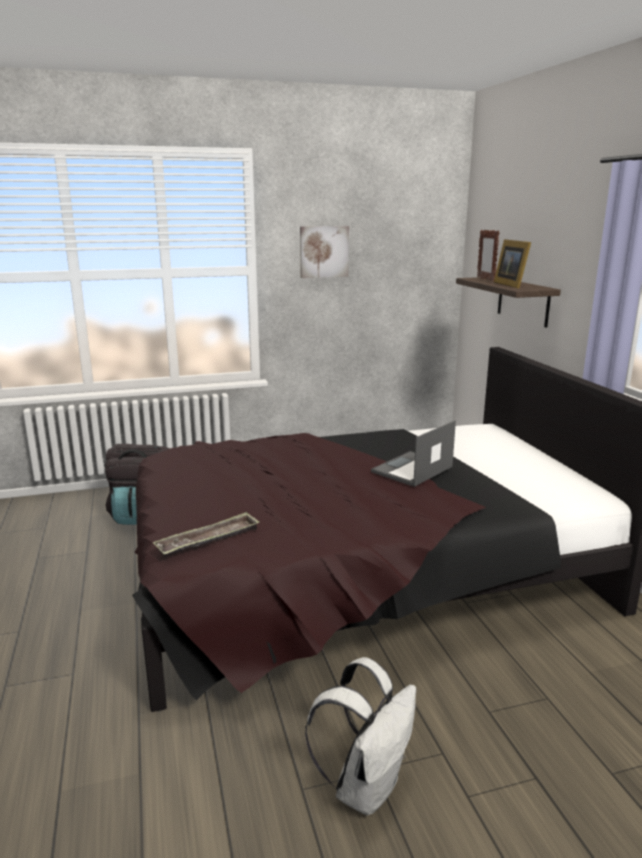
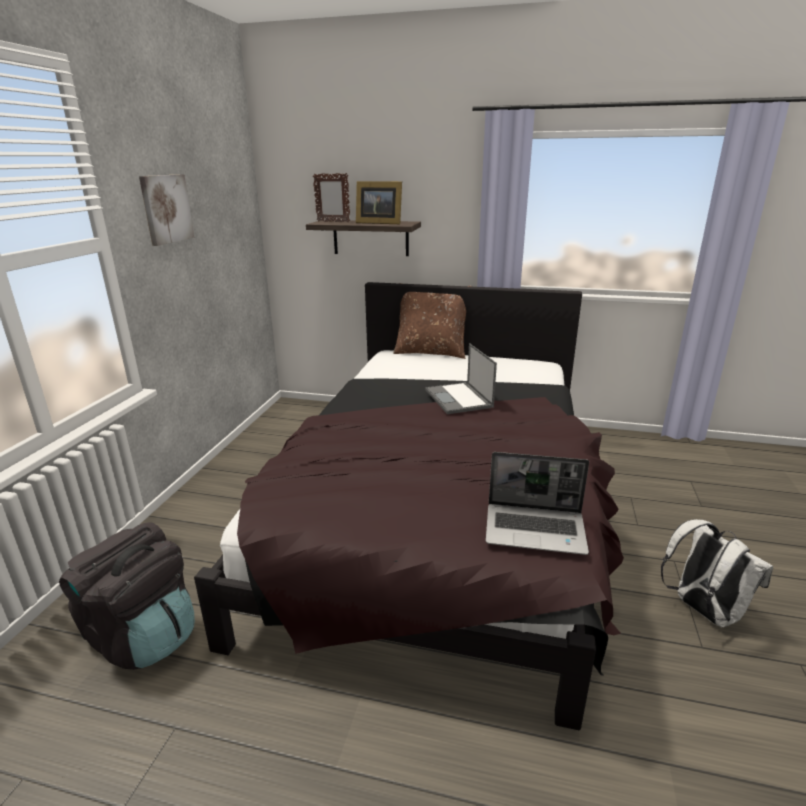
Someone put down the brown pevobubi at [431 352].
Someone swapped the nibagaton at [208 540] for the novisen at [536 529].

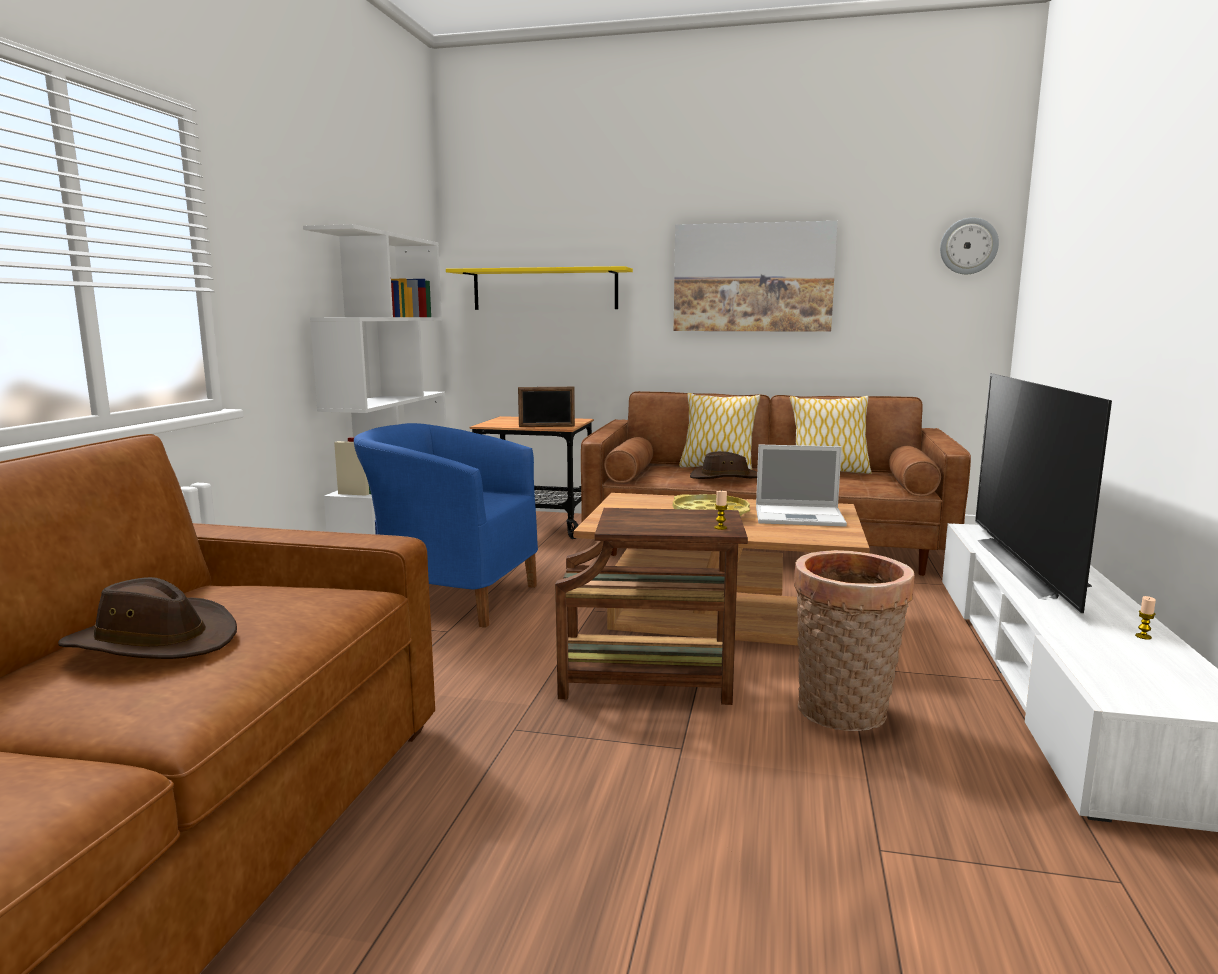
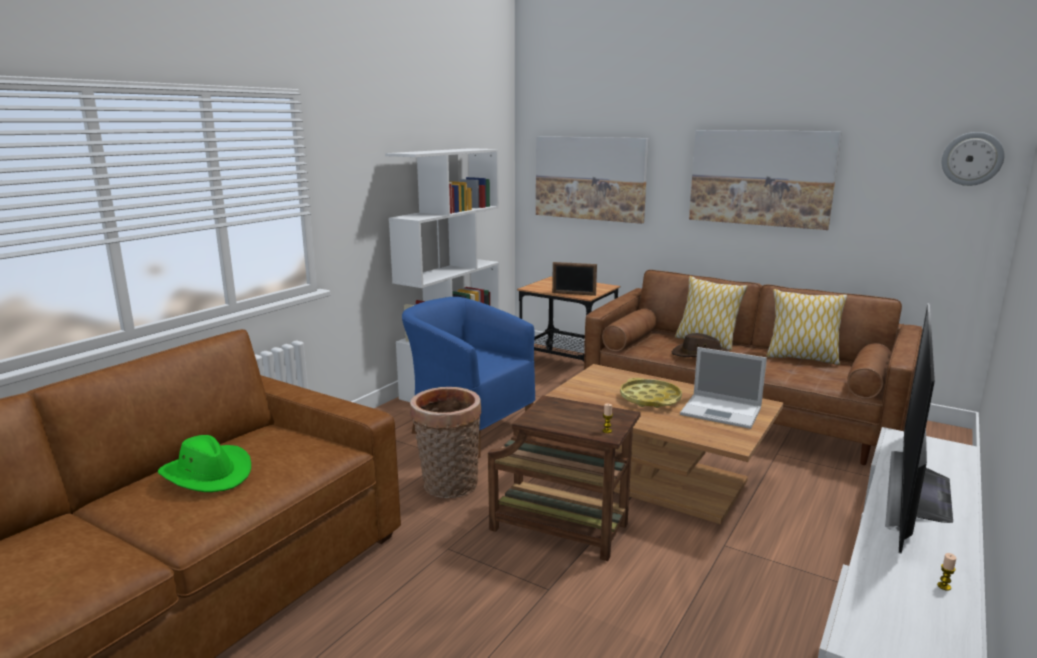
Someone repainted the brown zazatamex at [154 641], which became the green zazatamex at [208 473].
Someone carried the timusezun from [843 714] to [448 487].
Someone swapped the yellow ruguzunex at [545 289] for the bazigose at [590 178].

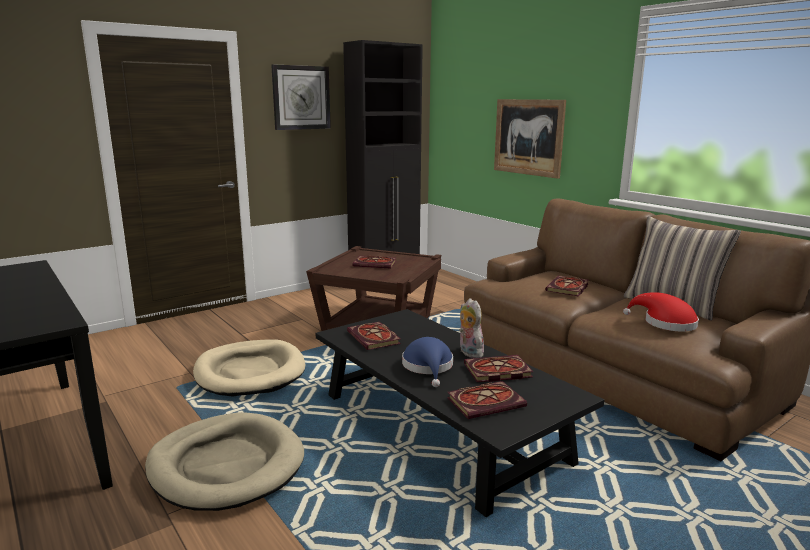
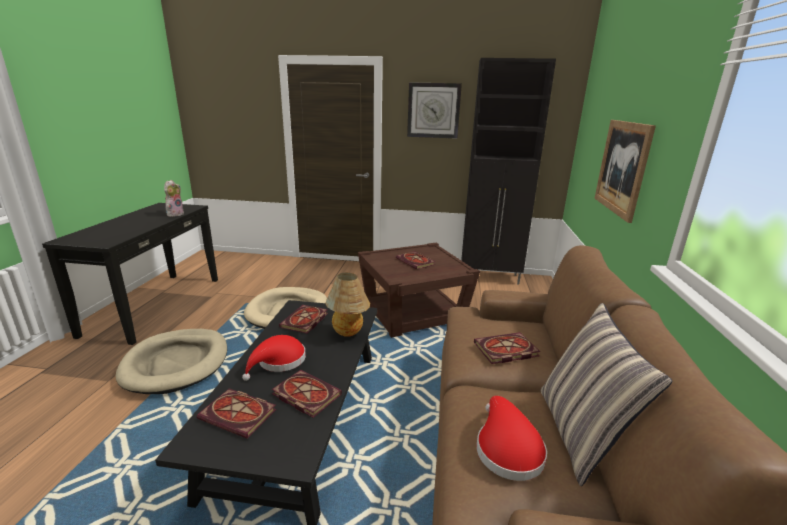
Someone carried the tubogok from [468 352] to [175 214].
Someone repainted the blue zazatamex at [428 367], which became the red zazatamex at [279 362].
Someone put down the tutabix at [348 334].

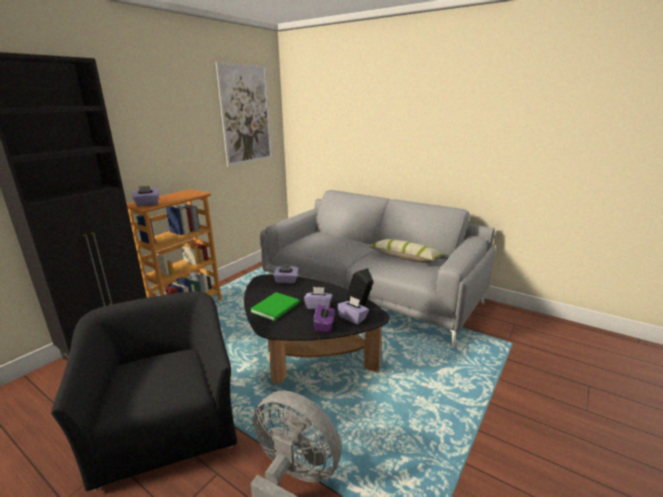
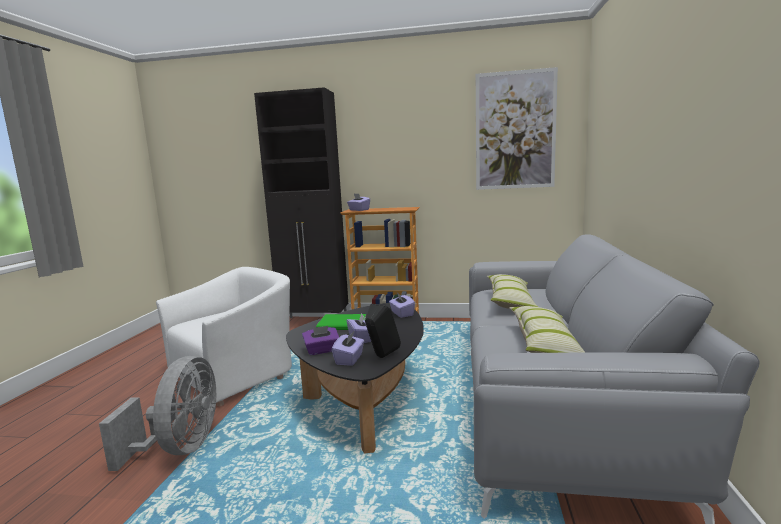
Someone repainted the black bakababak at [167 426], which became the white bakababak at [235 374].
Someone put down the pevobubi at [510 301].

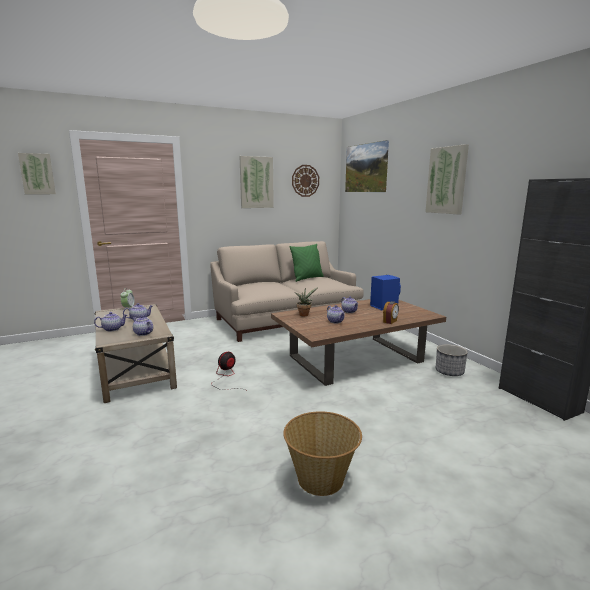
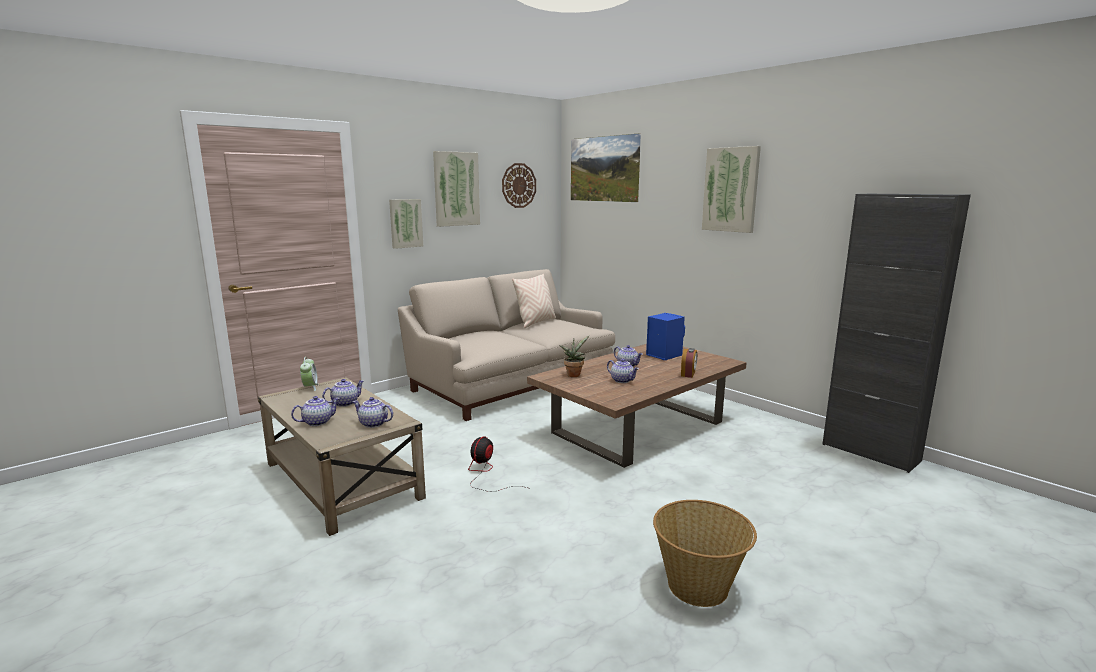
Someone carried the bazigose from [37 174] to [405 223].
Someone repainted the green pevobubi at [307 278], which became the beige pevobubi at [535 322].
Someone took away the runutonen at [449 372].

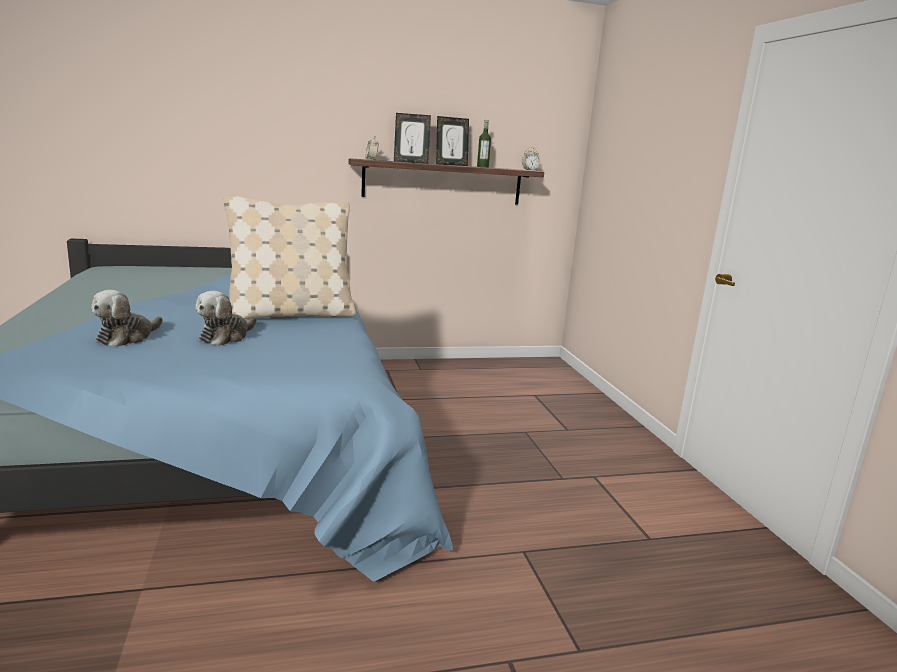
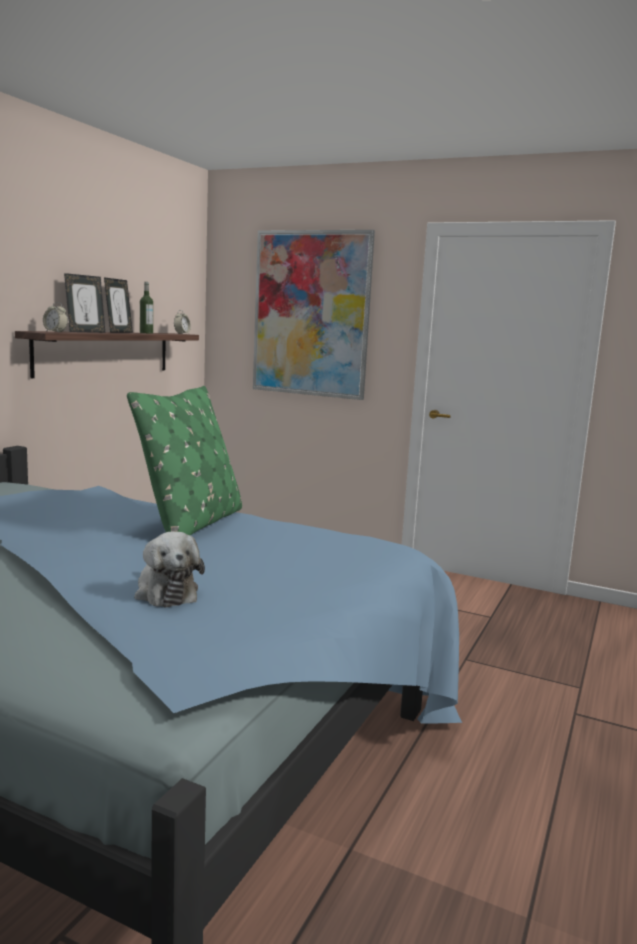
Someone repainted the beige pevobubi at [291 314], which became the green pevobubi at [192 523].
Someone put up the bazigose at [311 314].
Someone took away the tubogok at [226 337].

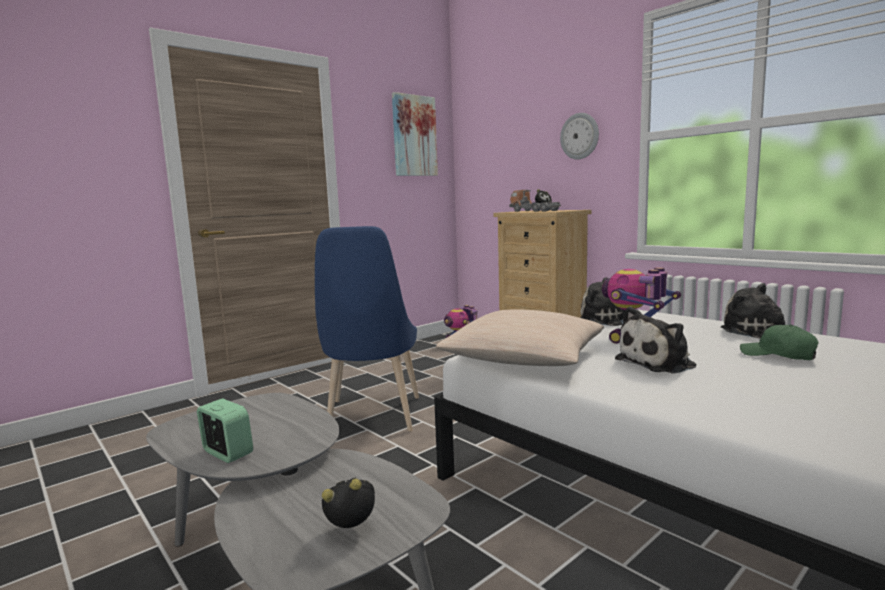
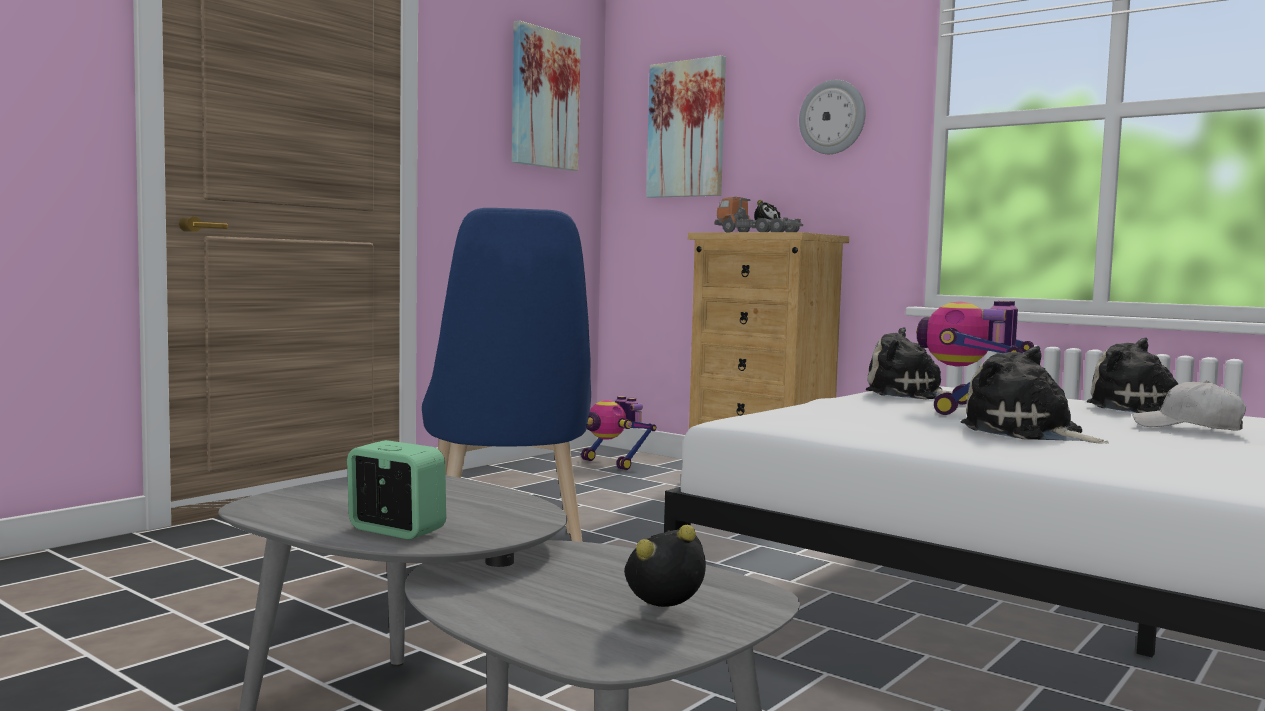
Someone put up the bazigose at [687 129].
Someone rotated the tubogok at [659 363] by 90 degrees clockwise.
Someone repainted the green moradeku at [778 355], which became the white moradeku at [1188 427].
Someone took away the beige pevobubi at [524 358].

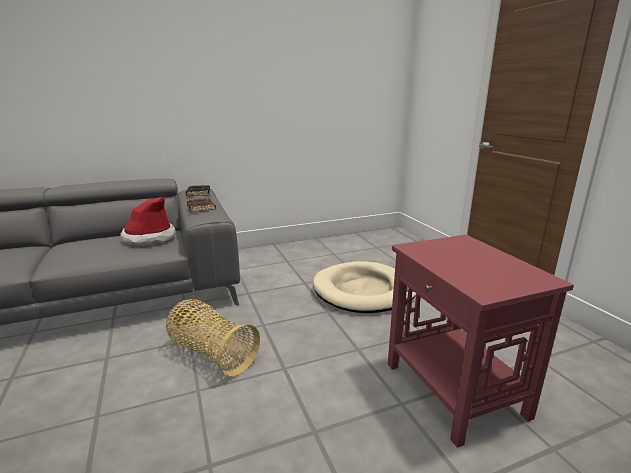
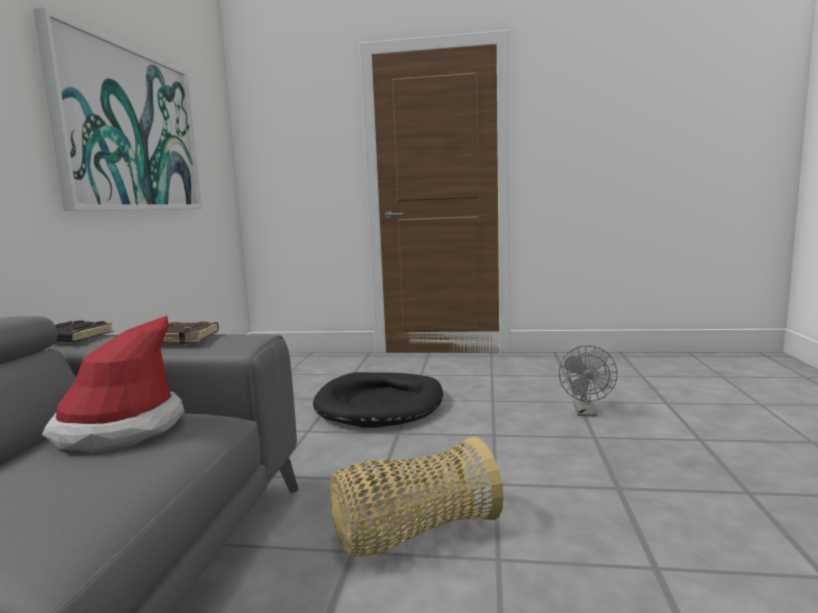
Someone put up the bazigose at [130 130].
Someone repainted the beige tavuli at [364 291], which became the black tavuli at [380 404].
Someone swapped the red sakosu at [453 389] for the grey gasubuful at [586 413].

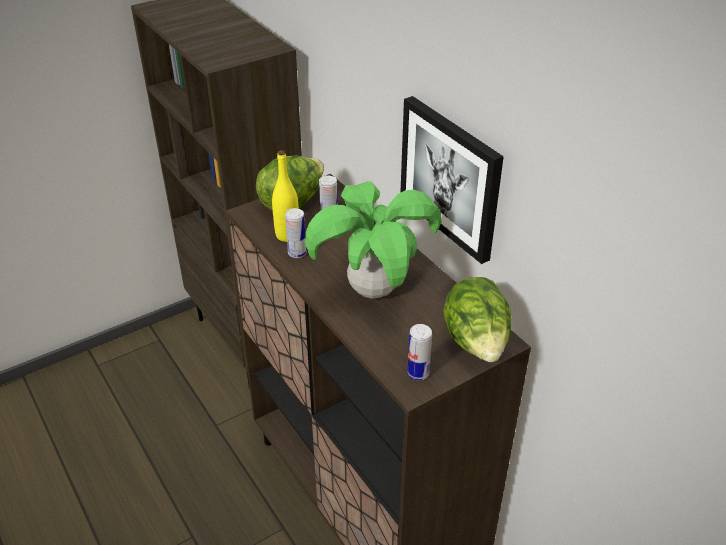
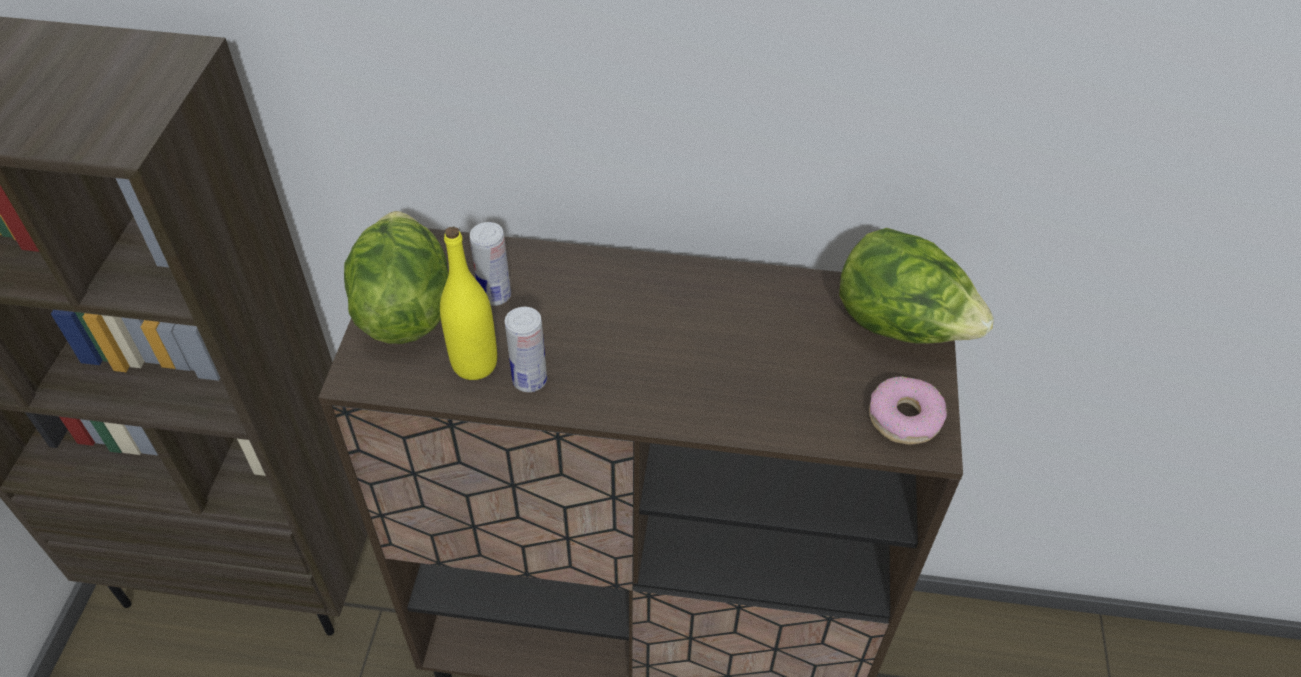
Someone swapped the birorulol at [418 373] for the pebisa at [904 417].
Someone took away the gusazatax at [373 290].
Someone took away the bazigose at [451 177].

